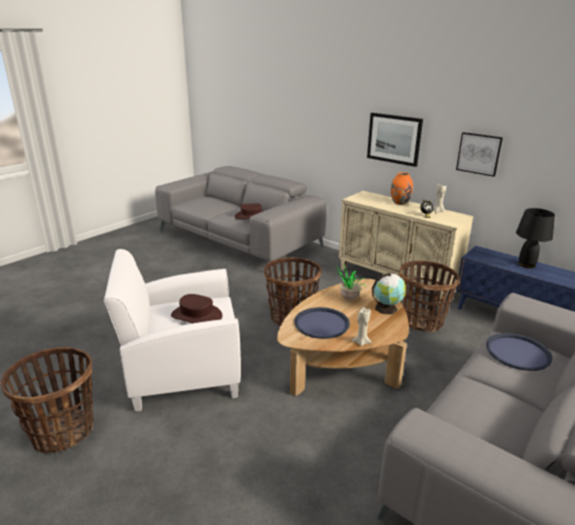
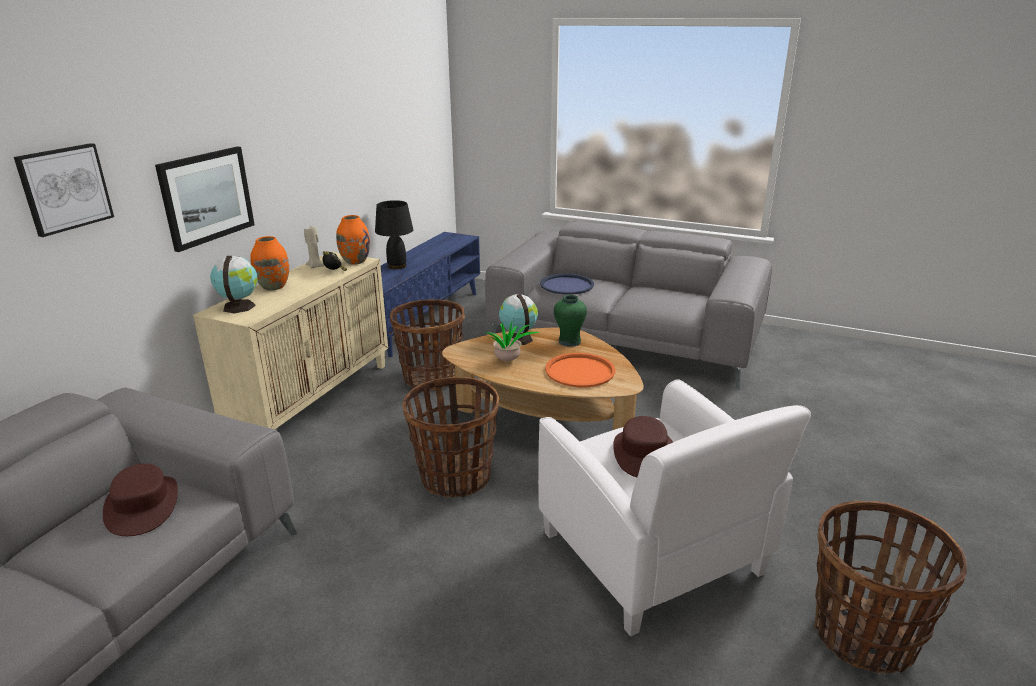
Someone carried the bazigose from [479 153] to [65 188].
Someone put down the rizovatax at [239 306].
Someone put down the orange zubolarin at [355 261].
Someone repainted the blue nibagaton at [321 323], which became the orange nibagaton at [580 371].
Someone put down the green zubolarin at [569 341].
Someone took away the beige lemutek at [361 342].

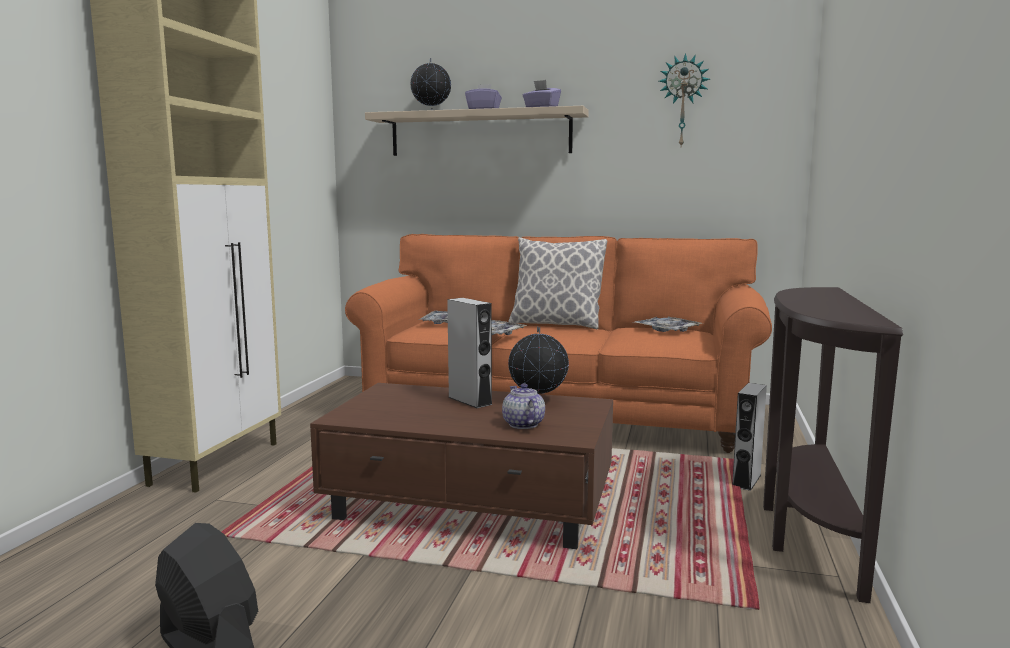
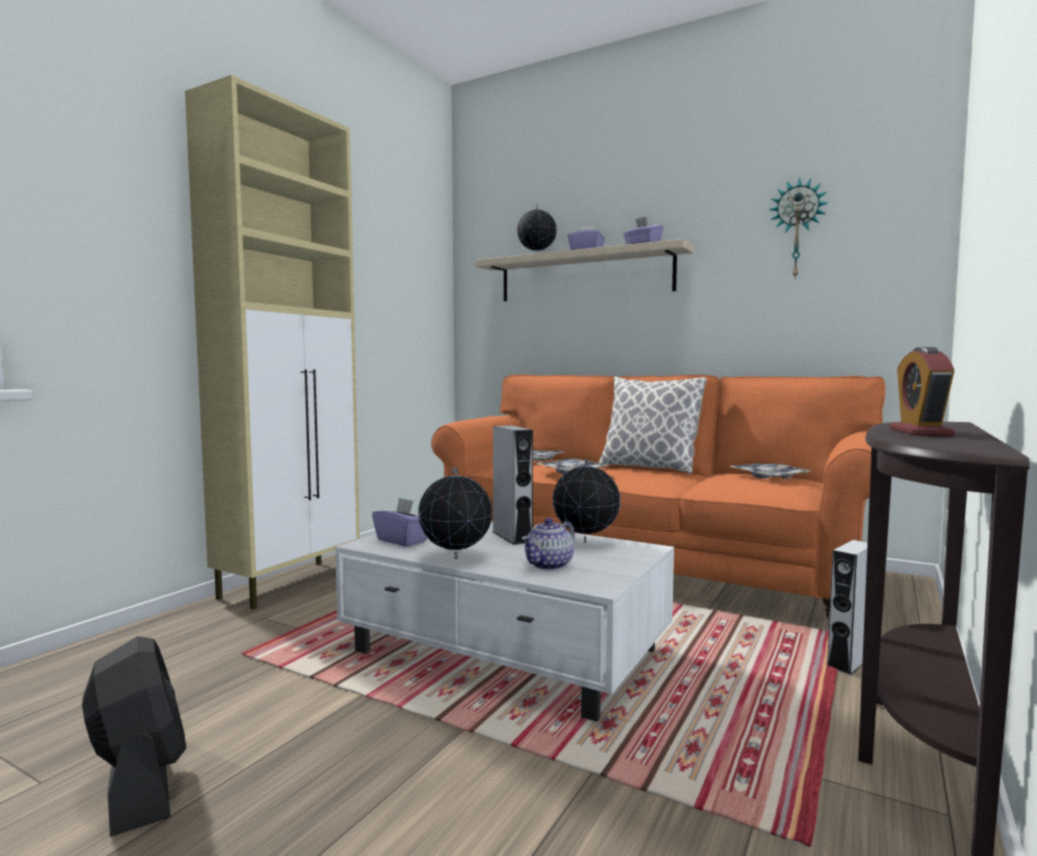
Someone repainted the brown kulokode at [473 505], which became the white kulokode at [507 653].
Someone put down the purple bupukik at [402 541].
Someone put down the rizovatax at [455 559].
Someone rotated the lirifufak at [522 424] by 135 degrees counterclockwise.
Someone put down the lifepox at [920 432].

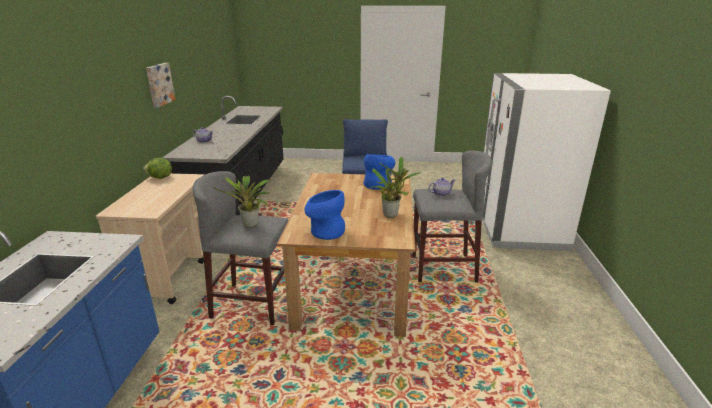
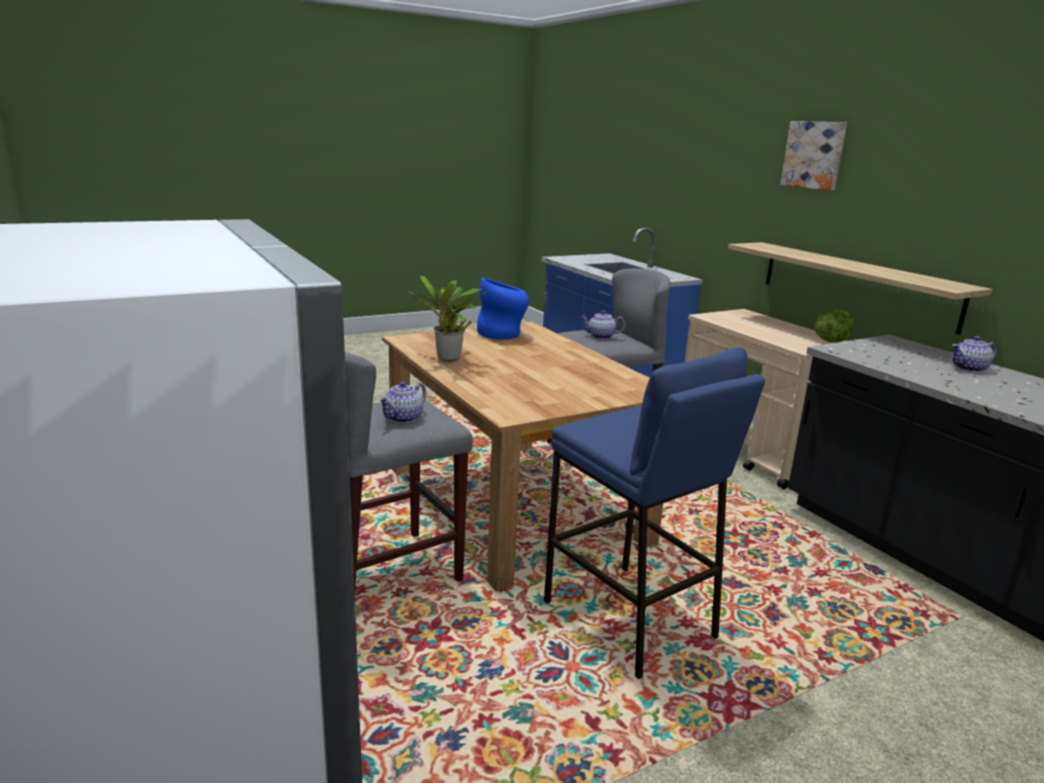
Someone swapped the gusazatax at [251 226] for the lirifufak at [600 336].
Someone put up the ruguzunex at [856 284].
Someone carried the bazigose from [159 84] to [814 155].
Someone took away the blue zubolarin at [378 184].

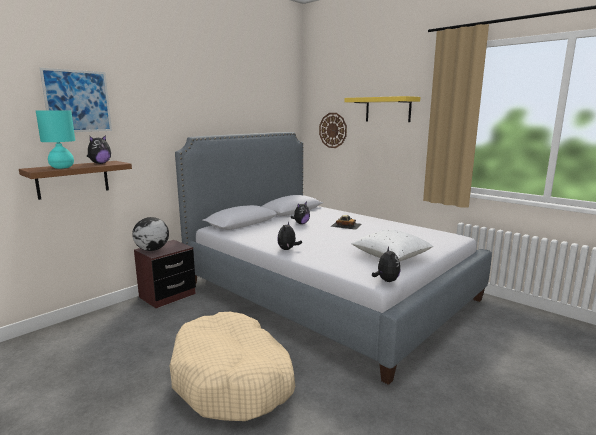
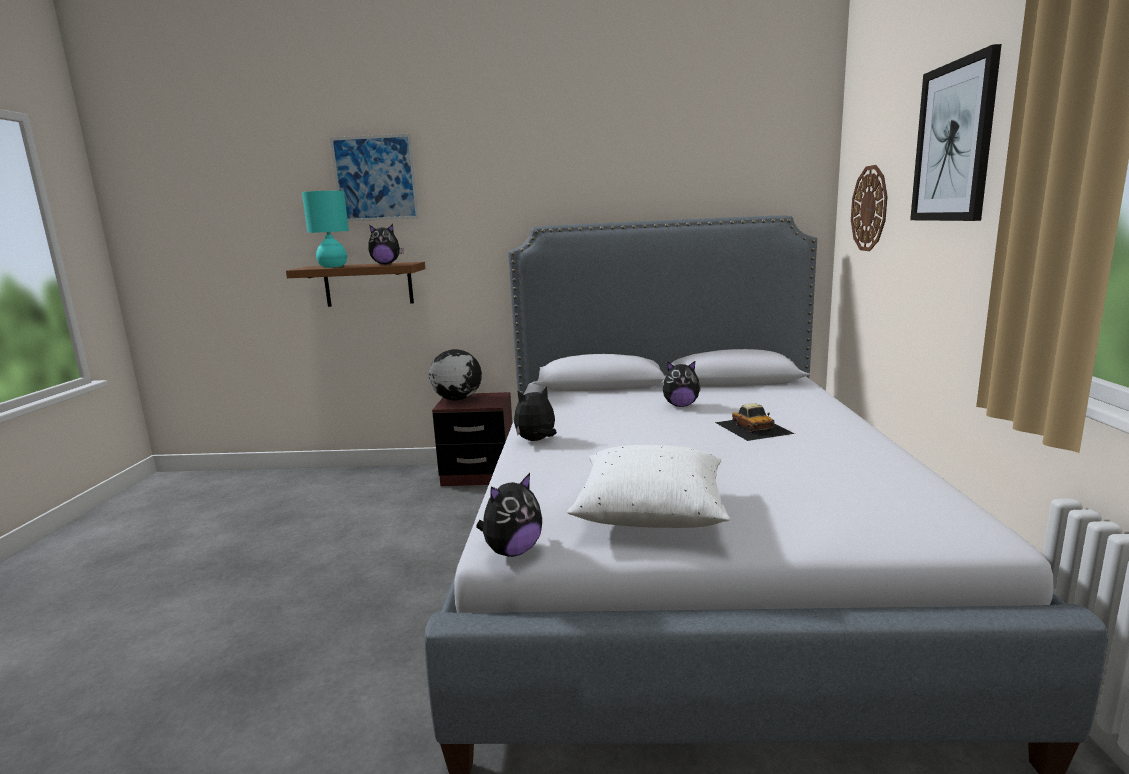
Someone swapped the yellow ruguzunex at [388 109] for the bazigose at [954 142].
Someone took away the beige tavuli at [233 379].

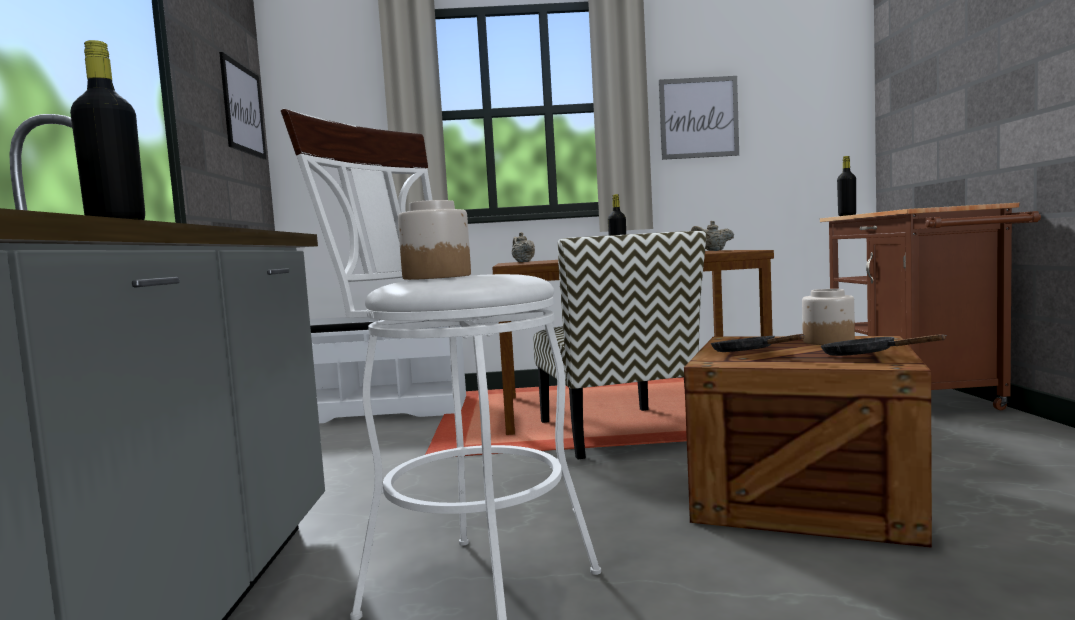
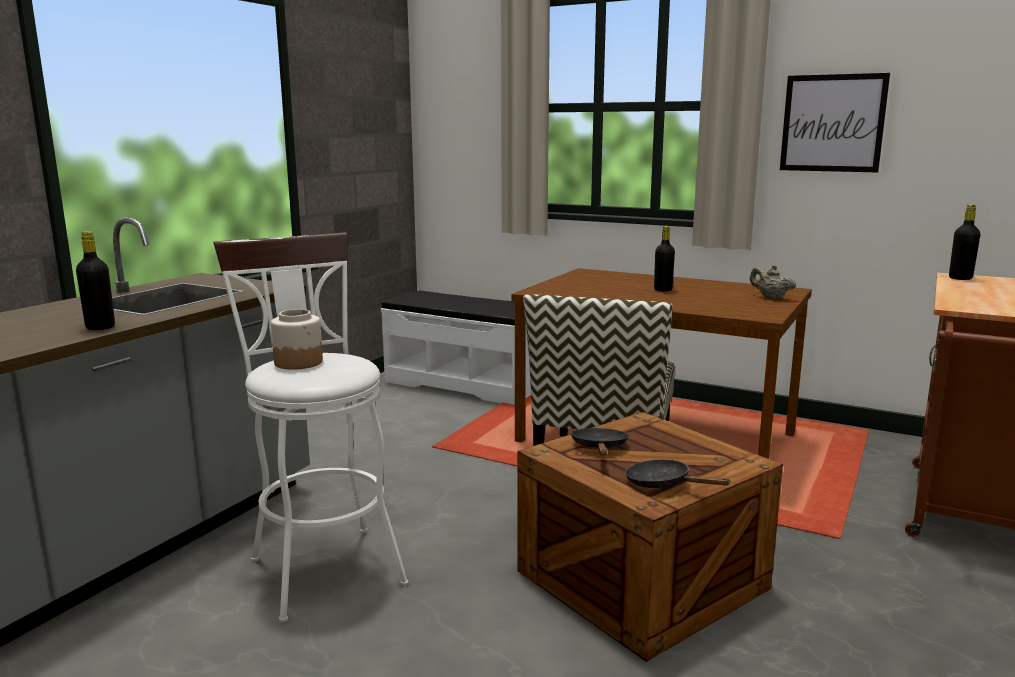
Someone rotated the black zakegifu at [865 356] by 45 degrees counterclockwise.
Someone took away the bazigose at [243 109].
Someone took away the beige lirifufak at [523 262].
Someone took away the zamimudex at [827 341].

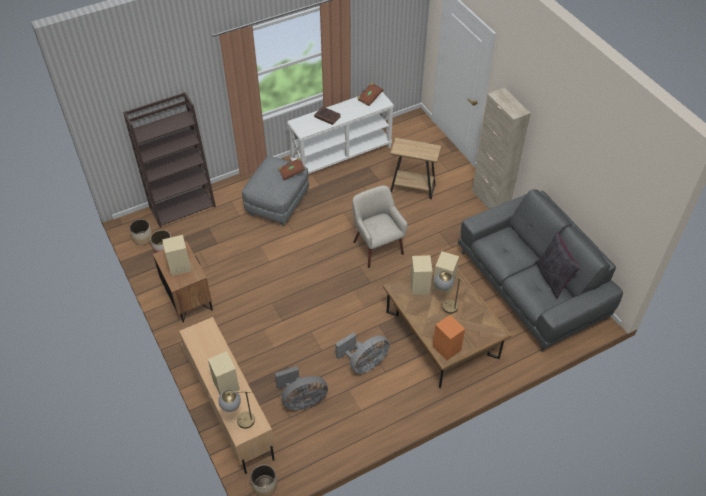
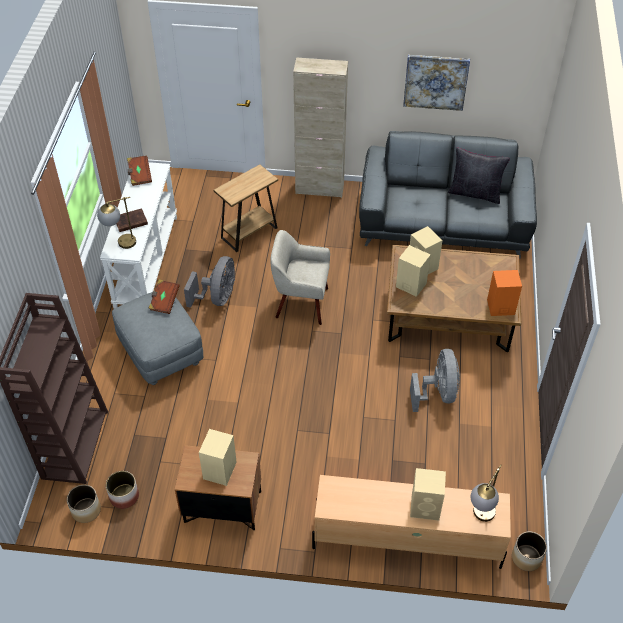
Someone carried the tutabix from [444 304] to [120 244].
Someone carried the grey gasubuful from [302 400] to [217 297].
Someone put up the bazigose at [435 82].

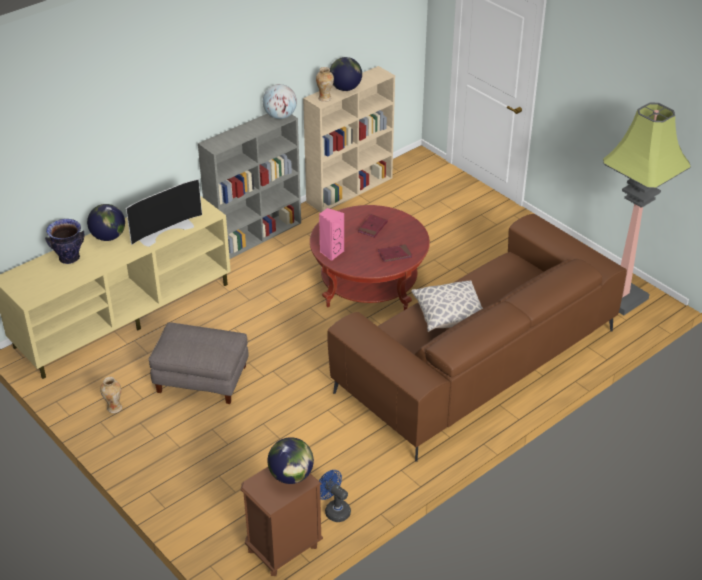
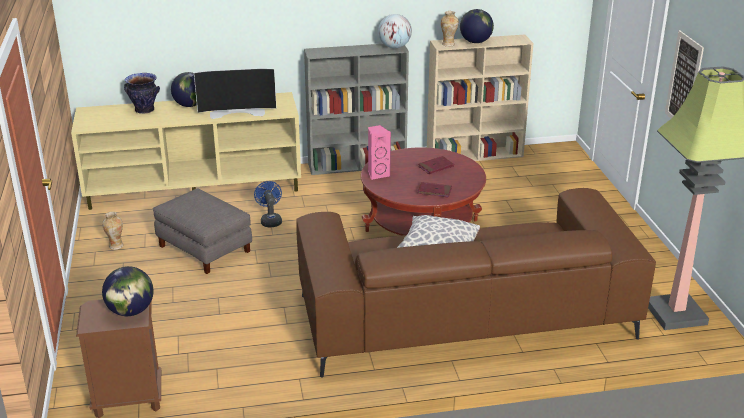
Someone carried the blue gasubuful from [334 510] to [270 220].
Someone put up the bazigose at [684 81].

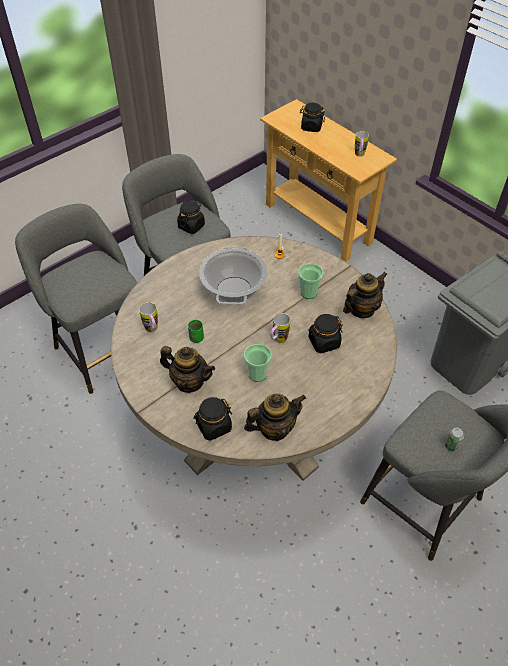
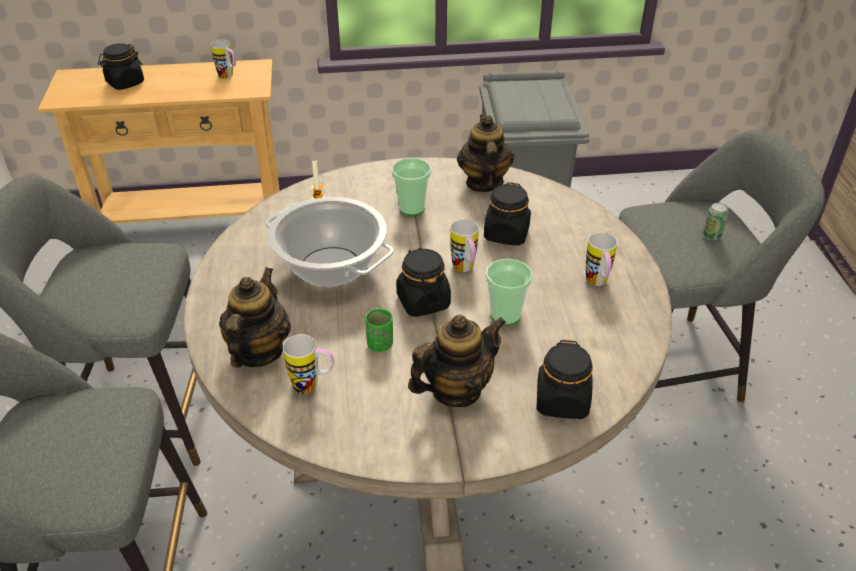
Someone carried the lirifufak from [274 428] to [258 351].
Someone carried the black zamimudex from [191 226] to [423 301].
Someone put down the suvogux at [598 284].

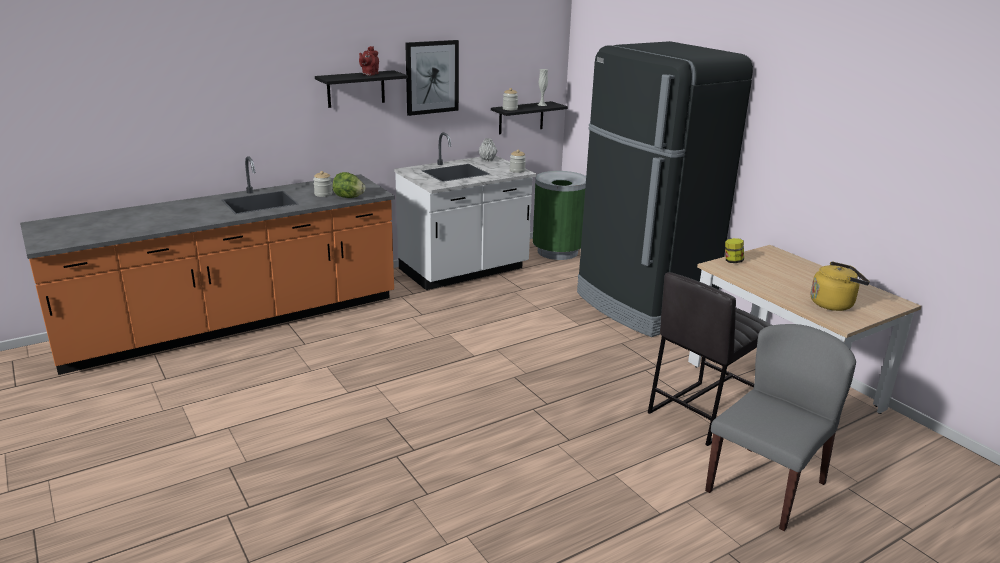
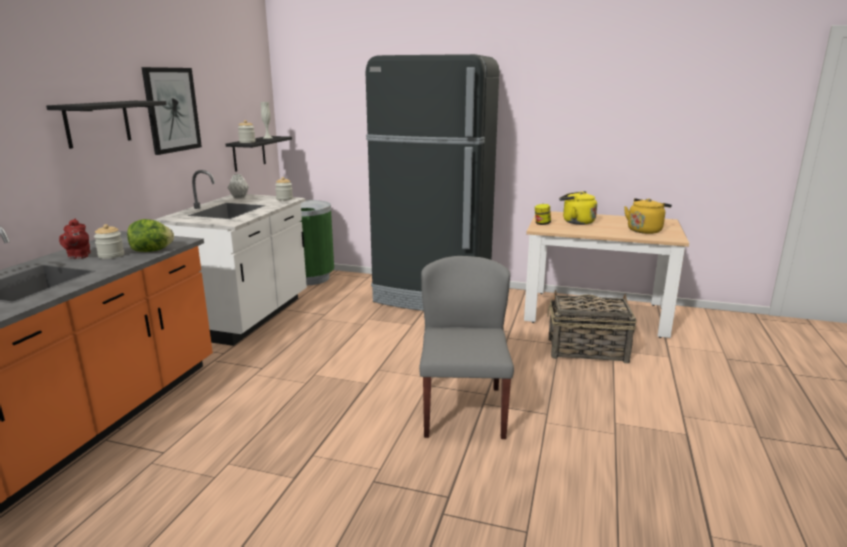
Someone carried the red lirifufak from [369 74] to [78 256].
Someone carried the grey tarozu from [766 486] to [463 410].
Someone swapped the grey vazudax at [701 412] for the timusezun at [586 350].
Someone put down the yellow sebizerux at [576 222].

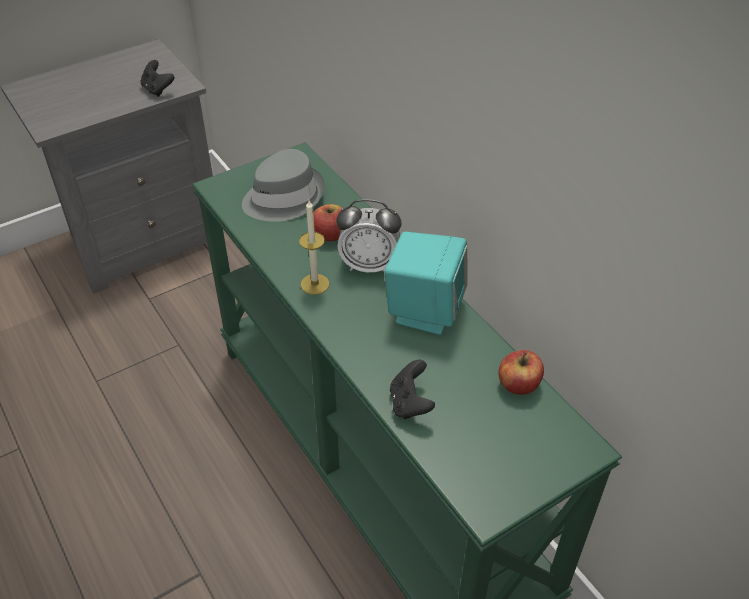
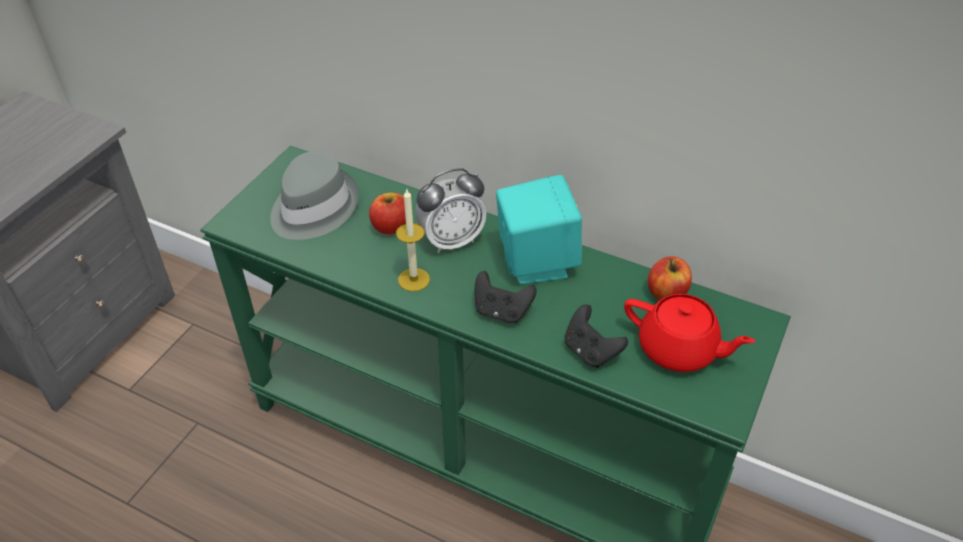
Someone carried the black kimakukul from [158 89] to [501 311].
Someone put down the red lirifufak at [678 349].

